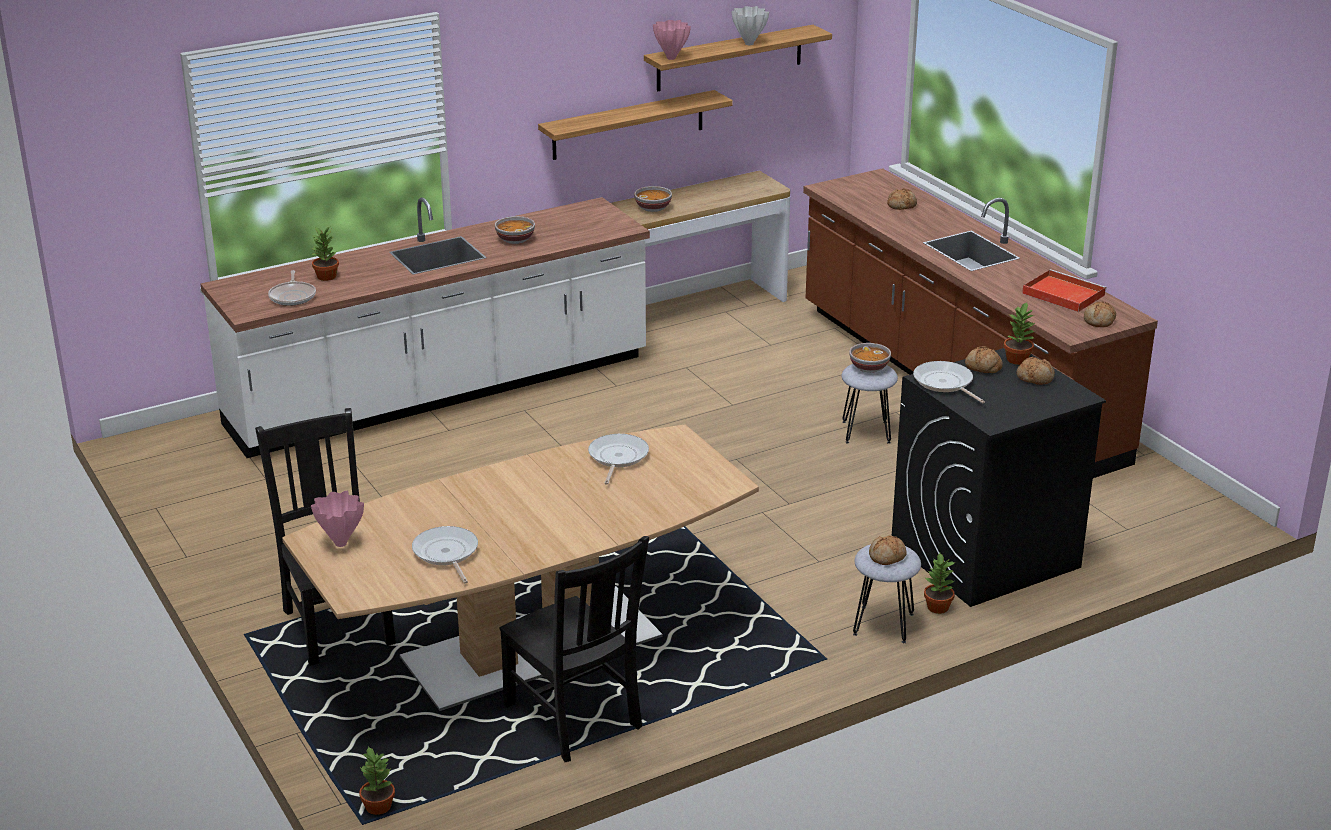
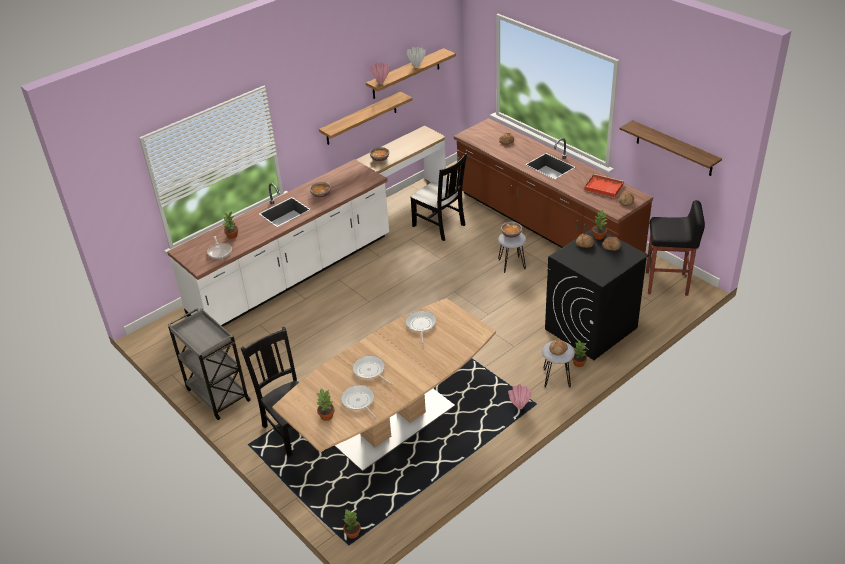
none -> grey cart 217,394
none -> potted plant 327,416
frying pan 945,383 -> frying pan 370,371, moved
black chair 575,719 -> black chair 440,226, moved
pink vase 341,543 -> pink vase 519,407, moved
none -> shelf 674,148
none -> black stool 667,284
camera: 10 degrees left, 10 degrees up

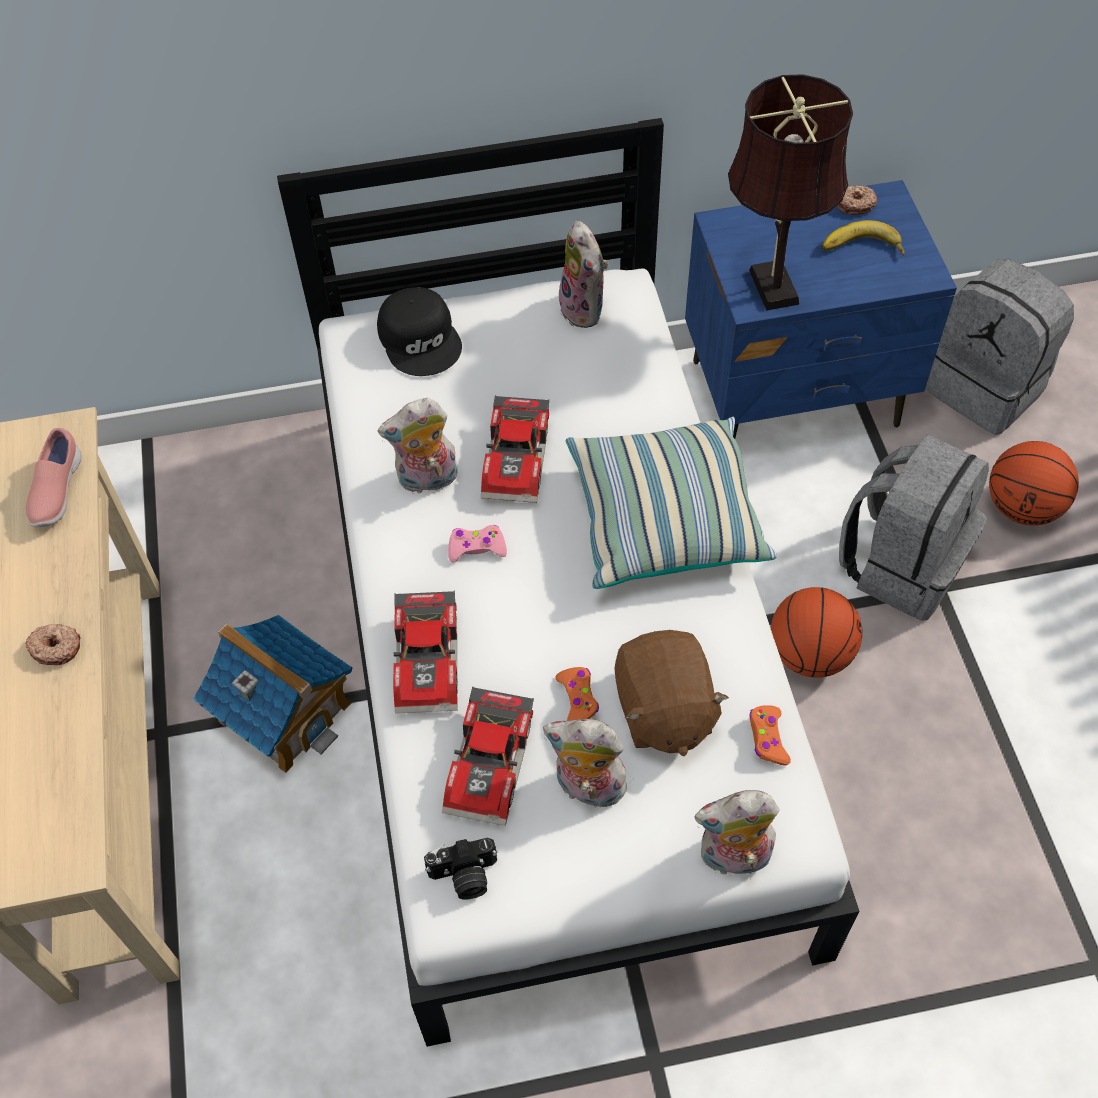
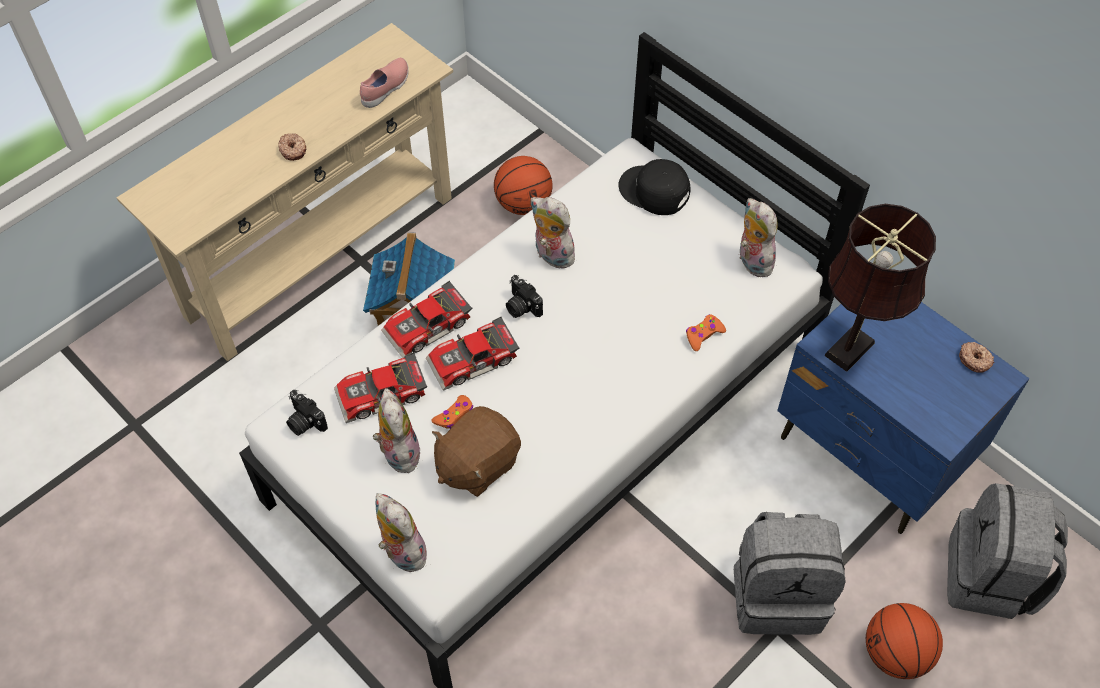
pink shoe 56,492 -> pink shoe 386,89, 150 degrees clockwise
toy car 519,459 -> toy car 474,362, moved
basketball 809,654 -> basketball 523,204, moved
pink game controller 476,548 -> photo camera 521,306
black cap 421,339 -> black cap 654,191, 90 degrees clockwise
orange game controller 767,738 -> orange game controller 703,335, moved
plush toy 585,309 -> plush toy 751,261, 120 degrees clockwise
pillow 664,518 -> none
banana 862,250 -> none
camera: 55 degrees right, 0 degrees up

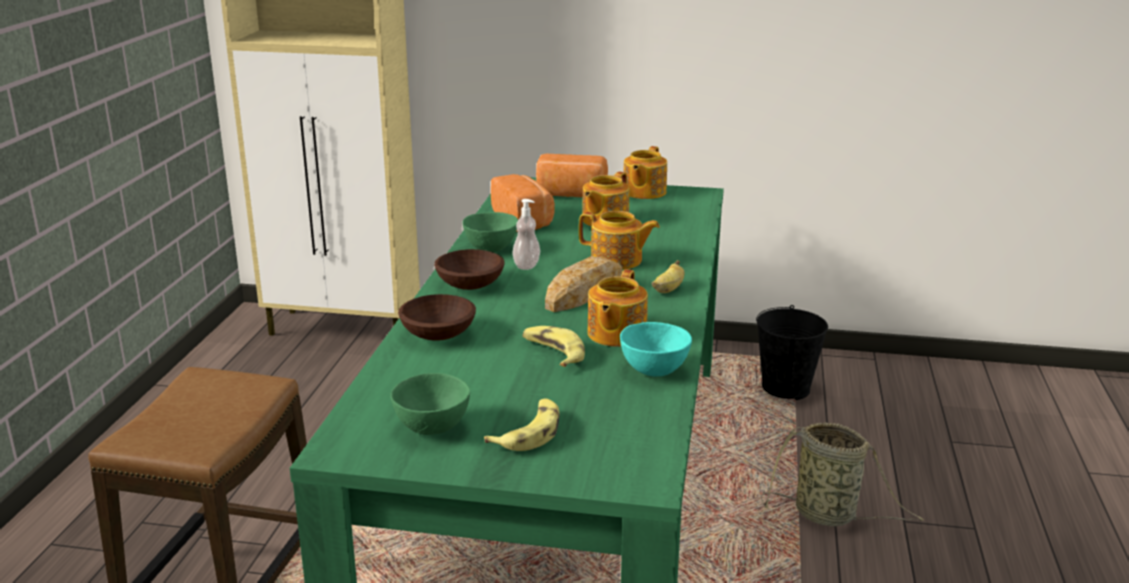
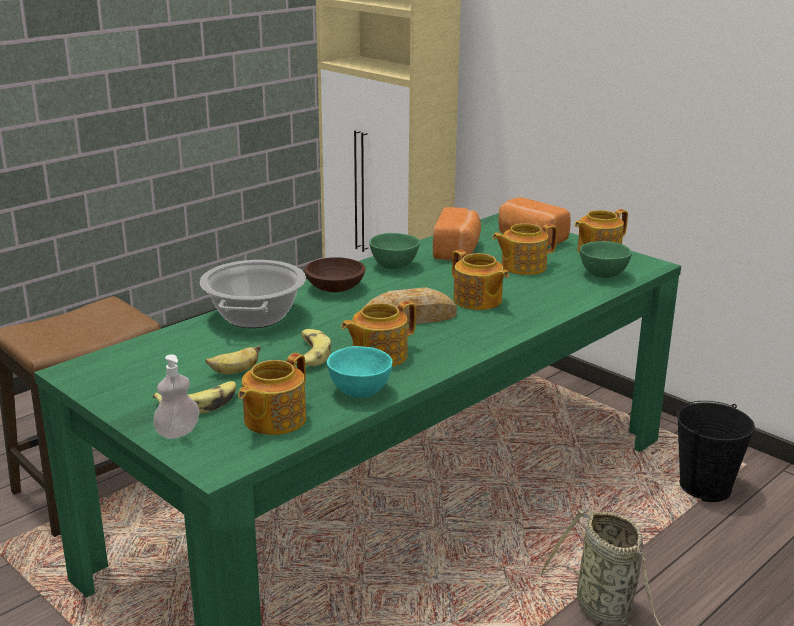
soap dispenser 526,265 -> soap dispenser 178,432, moved
brown bowl 437,334 -> cooking pot 254,316
banana 668,290 -> banana 234,372, moved
none -> teapot 273,420
green bowl 433,428 -> green bowl 603,275, moved
camera: 35 degrees right, 0 degrees up

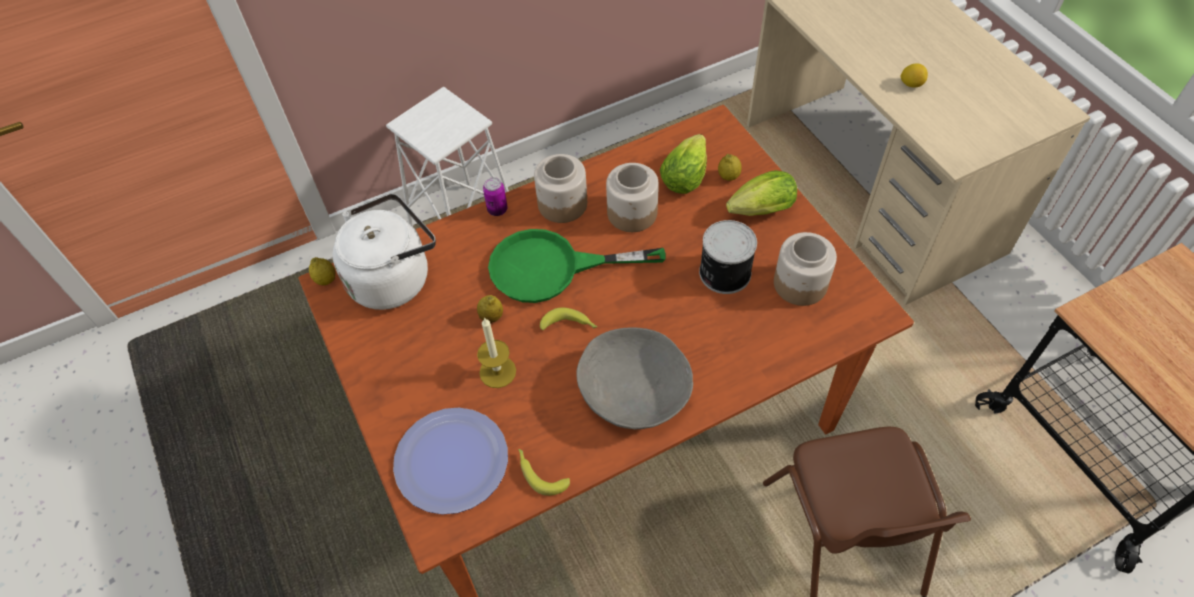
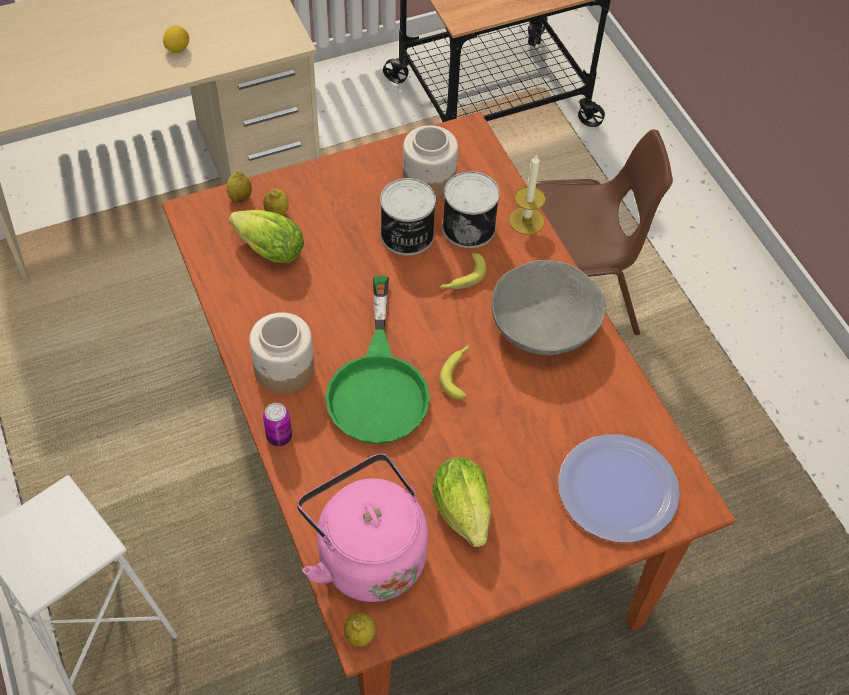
lemon 491,317 -> lemon 240,197, moved
white kettle 393,277 -> pink kettle 367,553
lettuce 758,211 -> lettuce 464,516, moved
banana 540,473 -> banana 462,278, moved
none -> can 469,226
candle 497,372 -> candle 526,221, moved
jar 632,213 -> none
camera: 90 degrees left, 0 degrees up

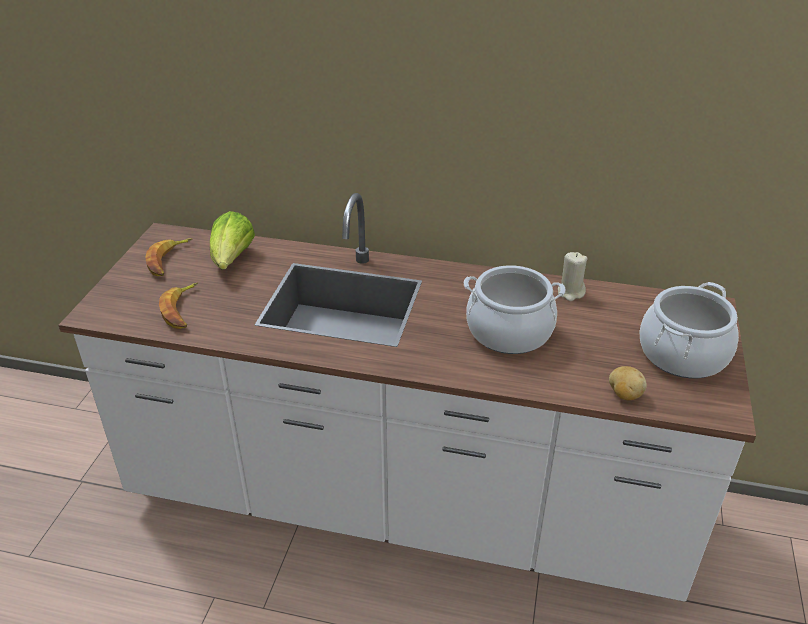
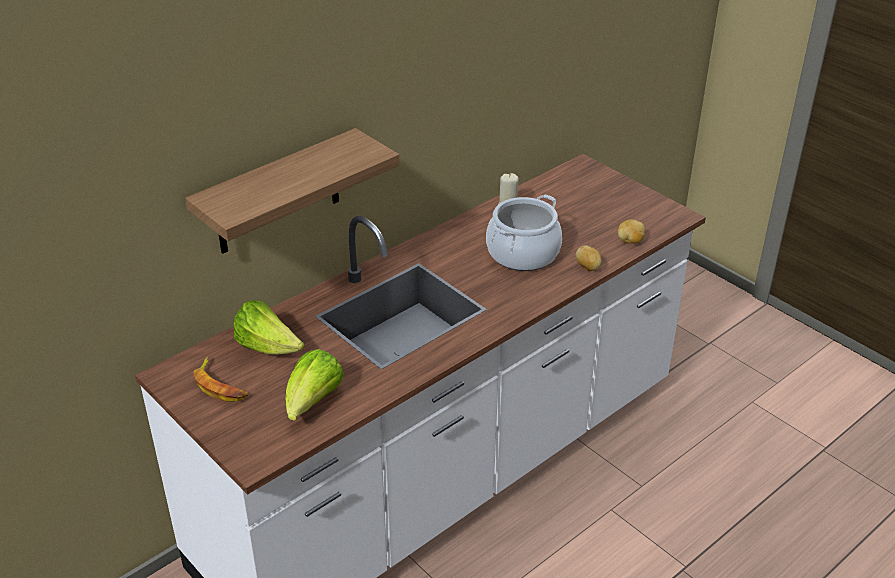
none -> shelf 277,193
banana 181,310 -> lettuce 313,402
none -> potato 588,267
cooking pot 682,354 -> none
camera: 55 degrees left, 0 degrees up

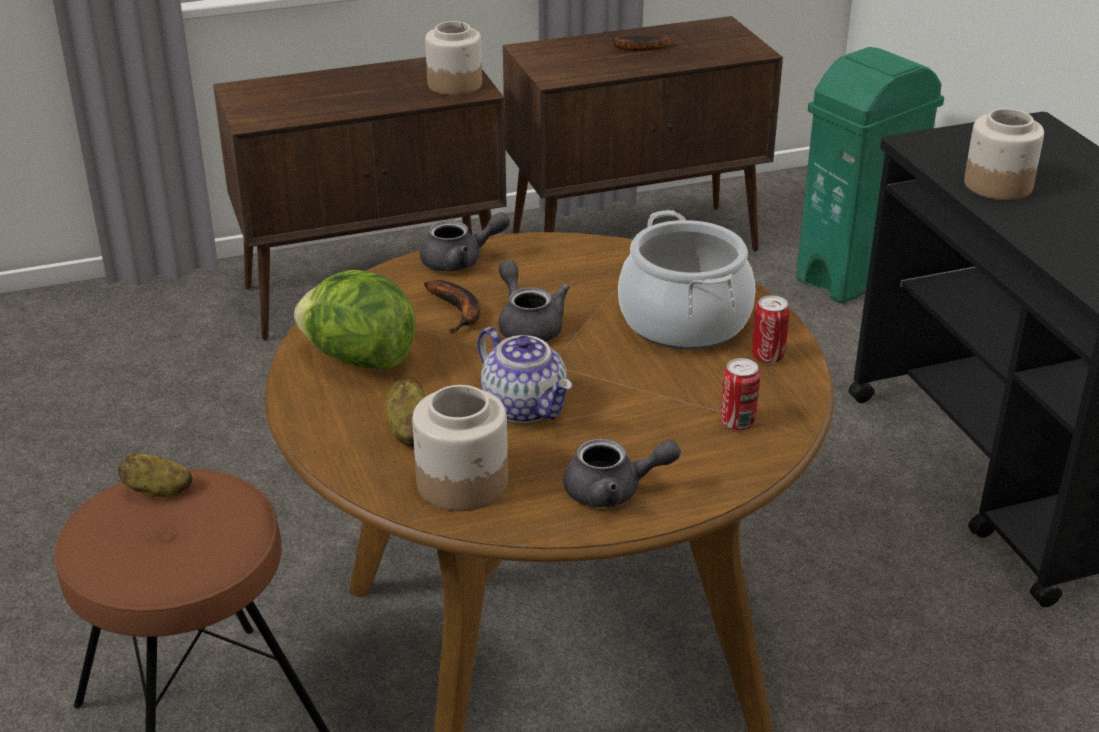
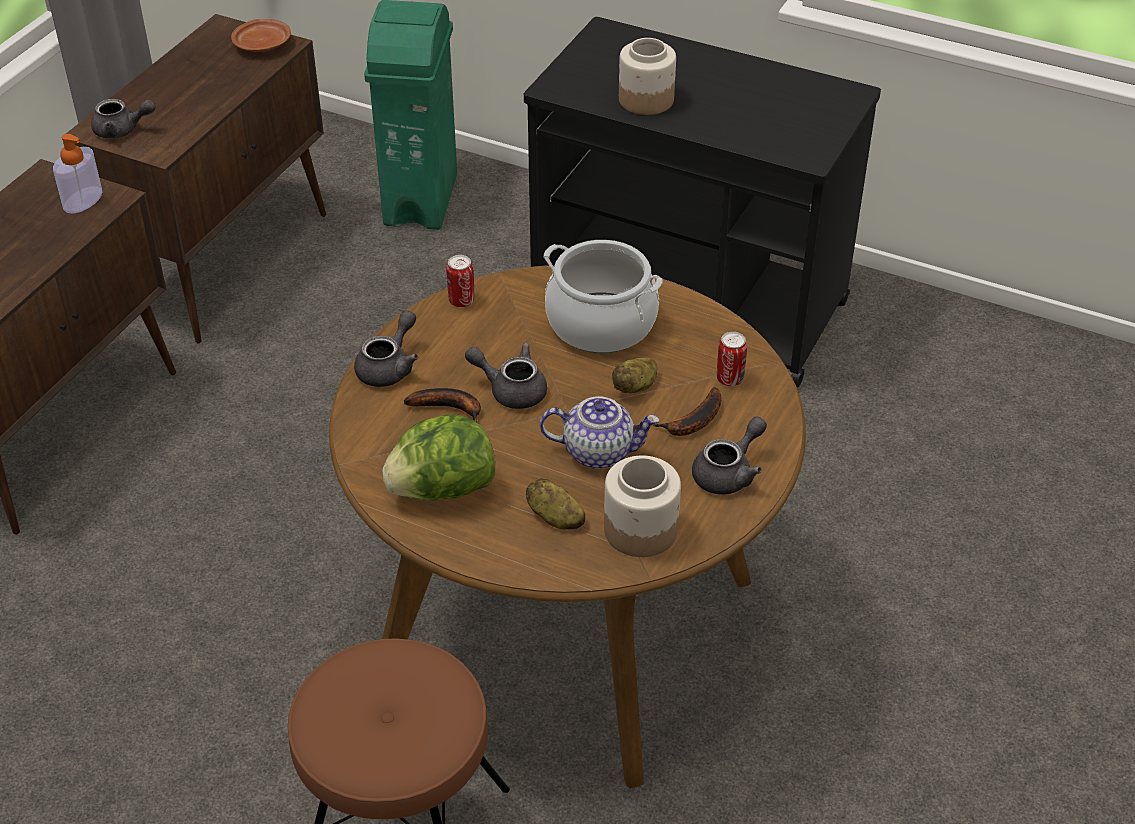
jar 455,84 -> soap dispenser 83,200
none -> grey teapot 122,130
none -> brown plate 263,45
can 767,357 -> can 461,301, moved
potato 157,491 -> potato 636,387, moved
banana 636,48 -> banana 692,422, moved
camera: 45 degrees left, 10 degrees up

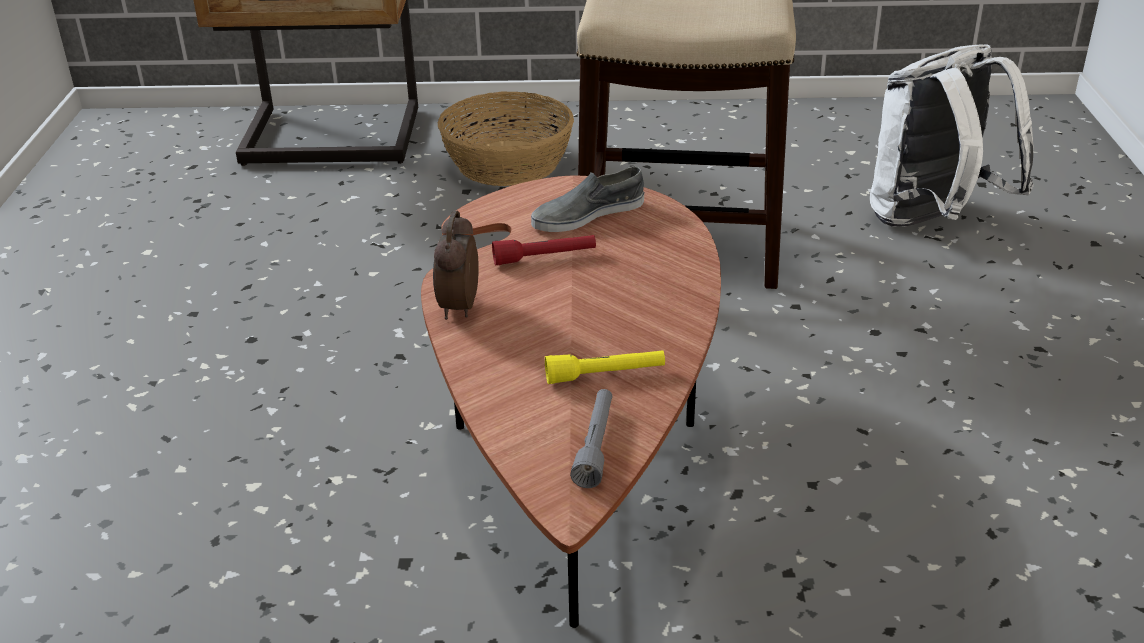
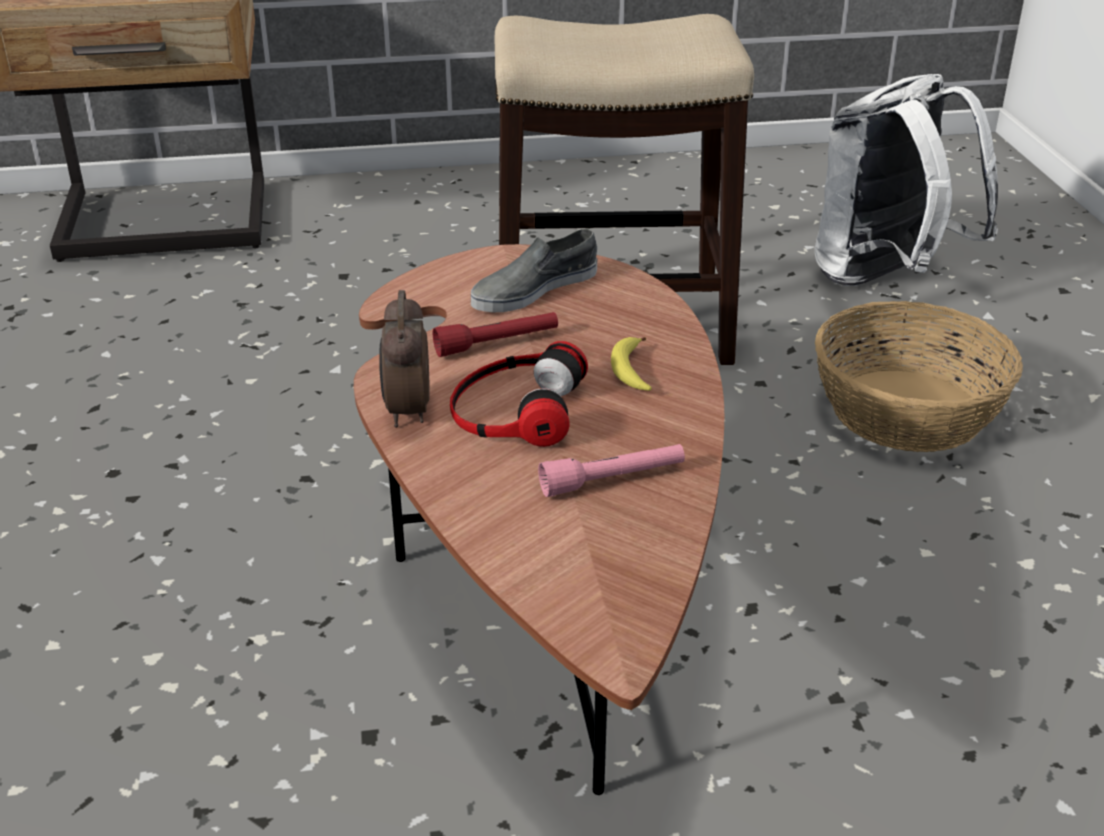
none -> headphones 515,409
yellow flashlight 605,375 -> pink flashlight 612,480
none -> banana 631,371
basket 508,163 -> basket 906,410, moved
grey flashlight 595,445 -> none
camera: 10 degrees left, 0 degrees up

